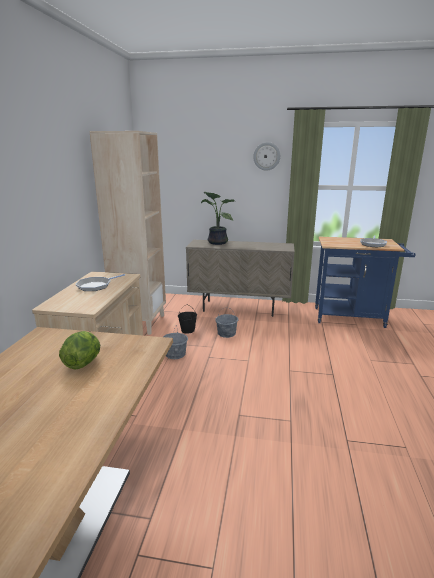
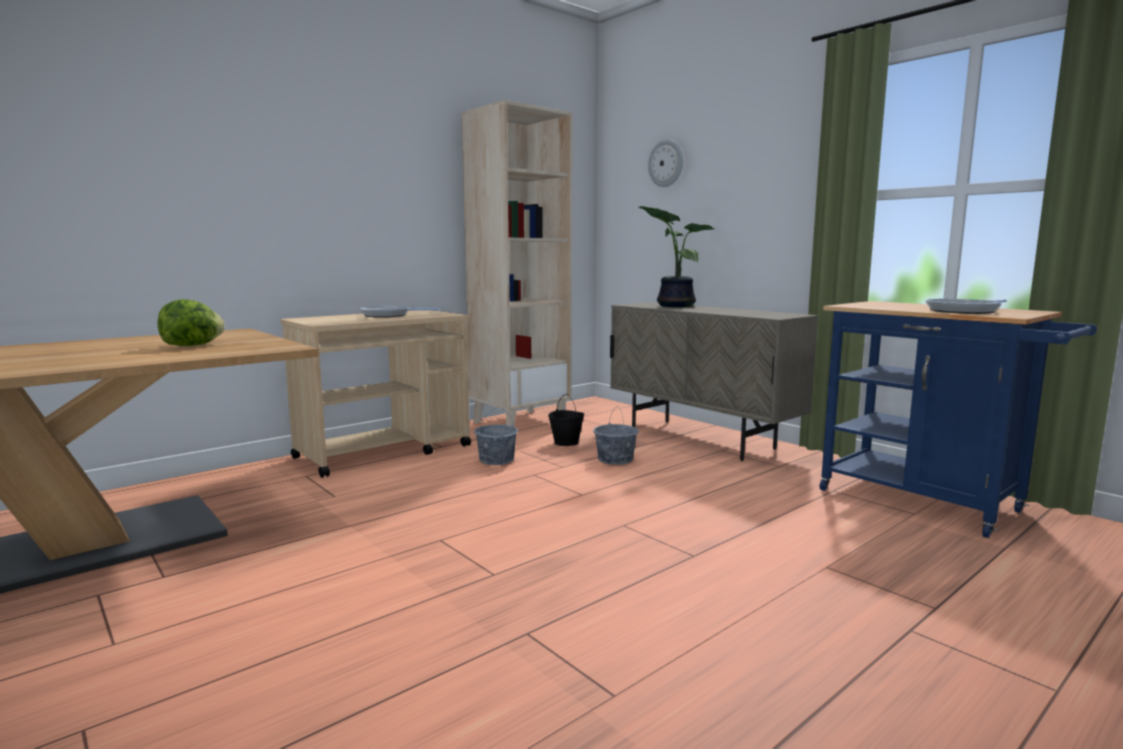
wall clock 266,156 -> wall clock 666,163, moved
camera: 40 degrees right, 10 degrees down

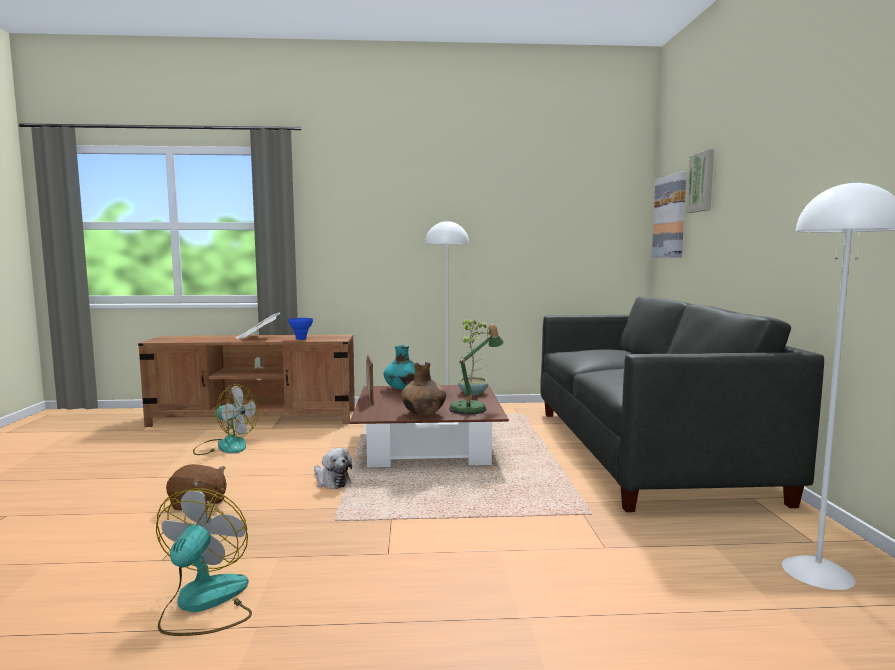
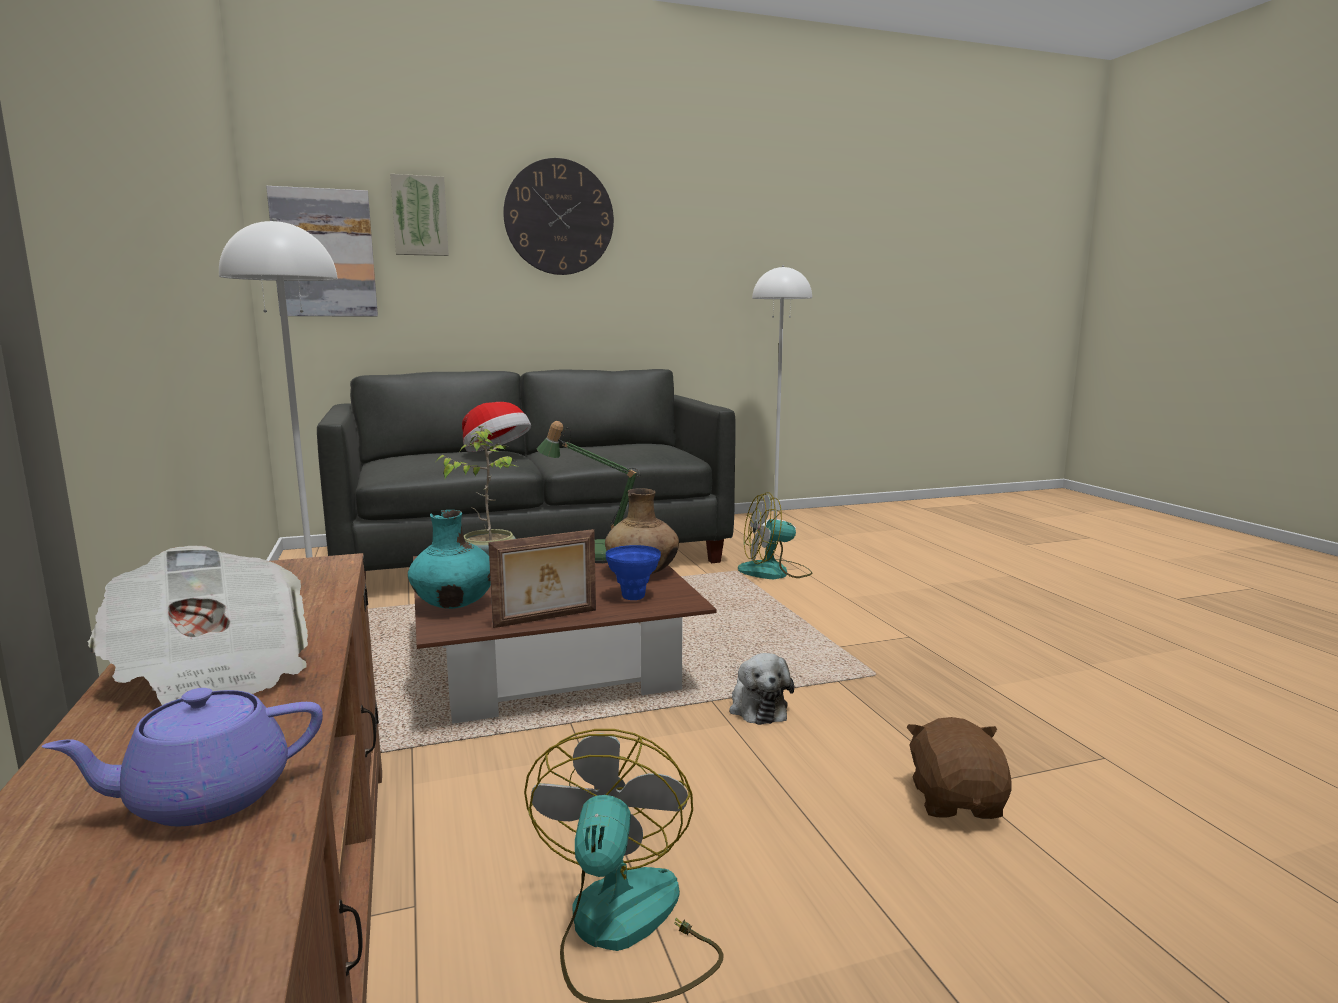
none -> purple teapot 205,797
none -> hat 496,453
none -> wall clock 559,217
blue vase 301,339 -> blue vase 633,597, moved
plush toy 331,481 -> plush toy 757,707, 135 degrees clockwise
fan 204,604 -> fan 775,572, moved
camera: 105 degrees left, 5 degrees up

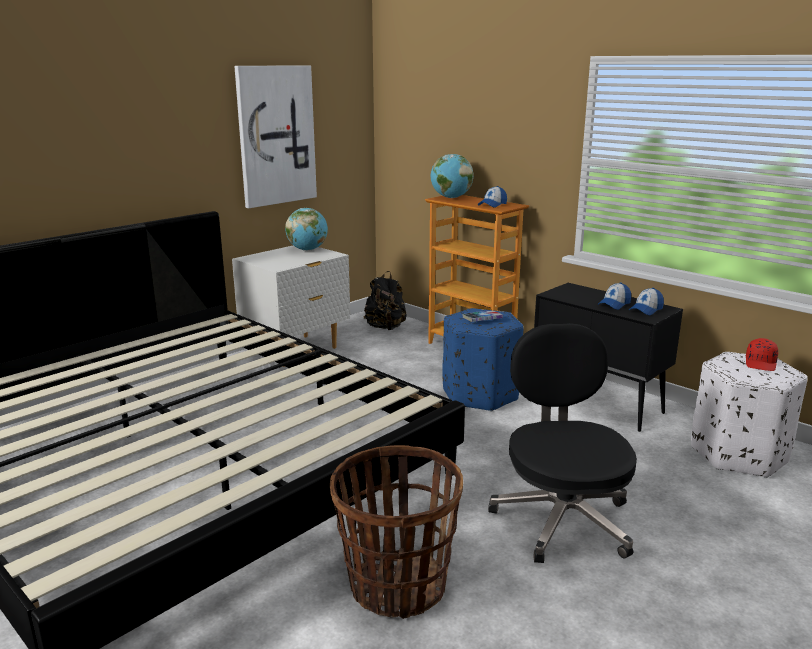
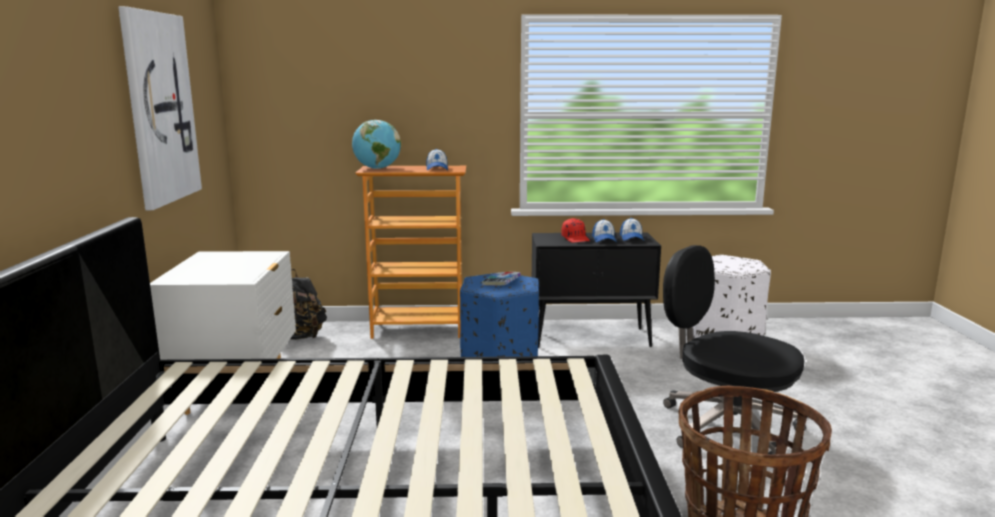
red cap 761,363 -> red cap 576,239, moved
globe 307,250 -> none
camera: 45 degrees left, 5 degrees down

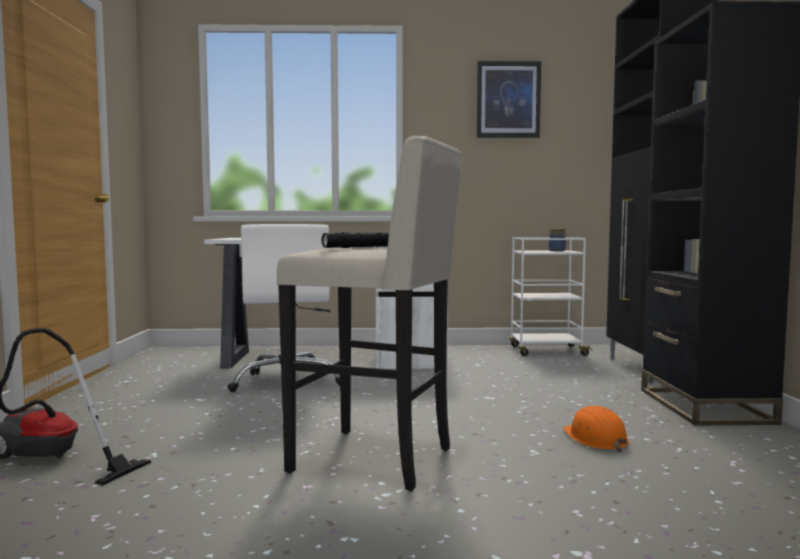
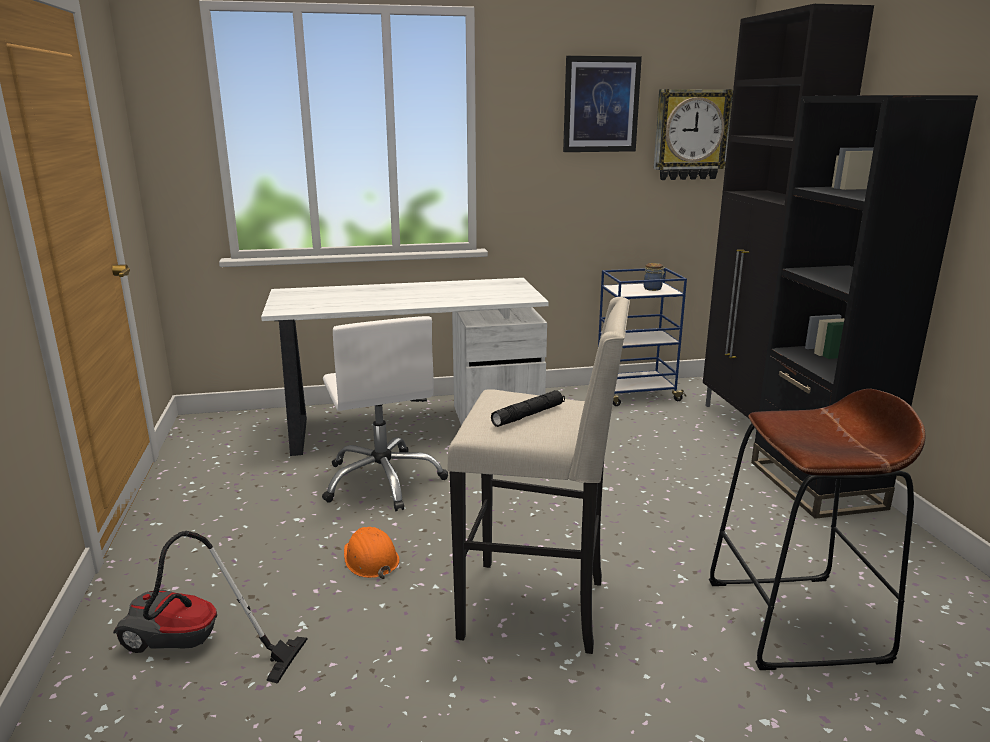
orange hard hat 595,438 -> orange hard hat 370,559, moved
white cart 546,351 -> blue cart 635,394
none -> wall clock 690,135
none -> brown stool 796,621
camera: 10 degrees left, 15 degrees up

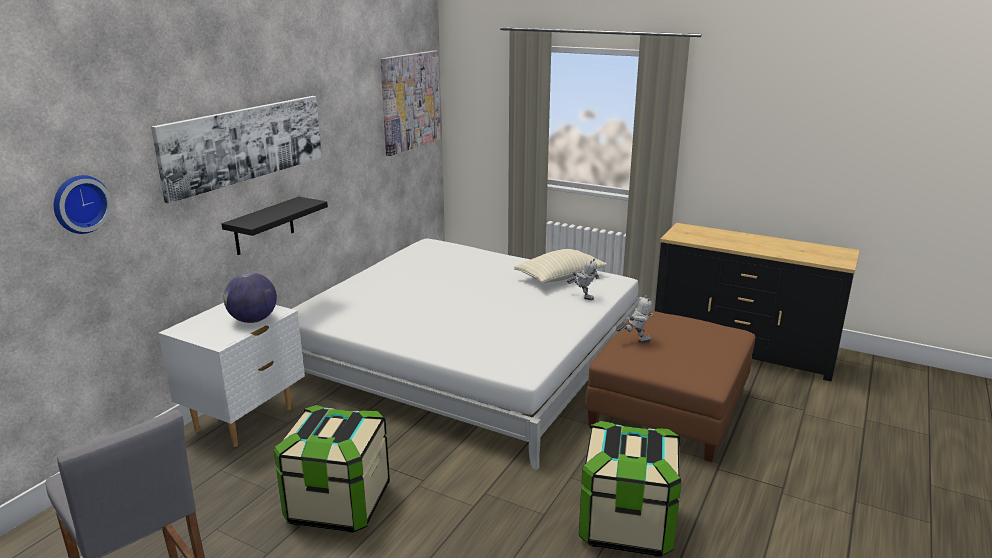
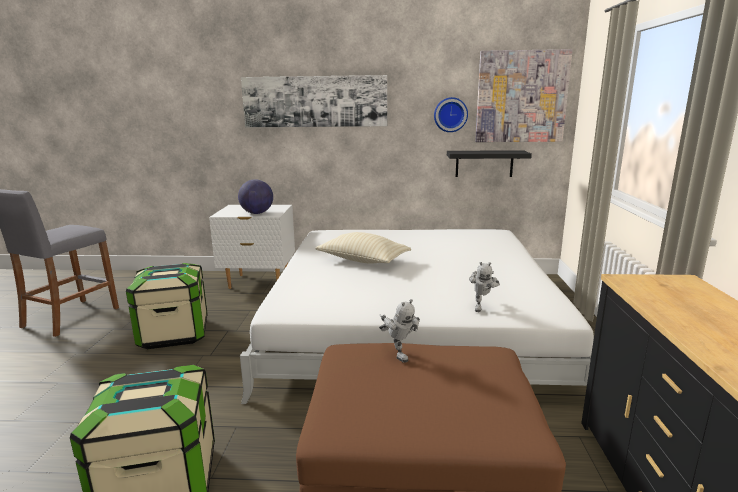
beige pillow 560,277 -> beige pillow 362,260, moved
wall clock 79,203 -> wall clock 450,114, moved
black shelf 264,226 -> black shelf 484,163, moved
camera: 65 degrees right, 5 degrees down

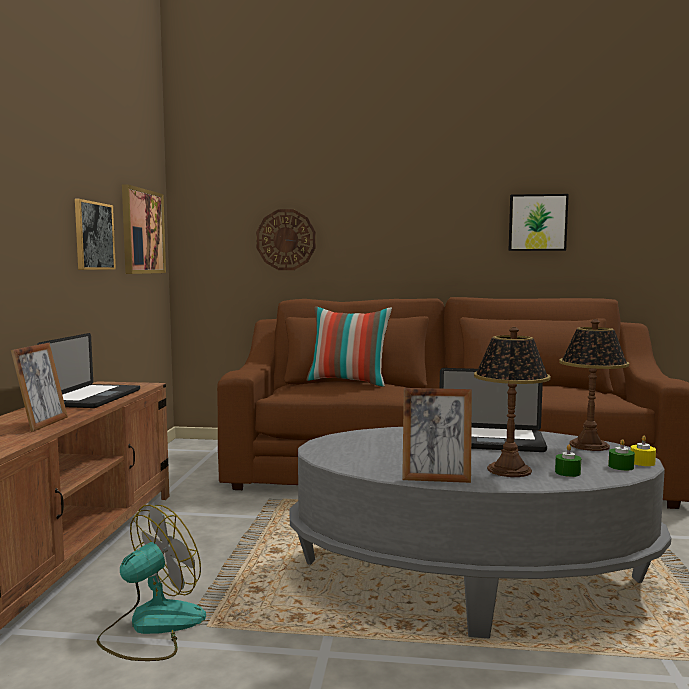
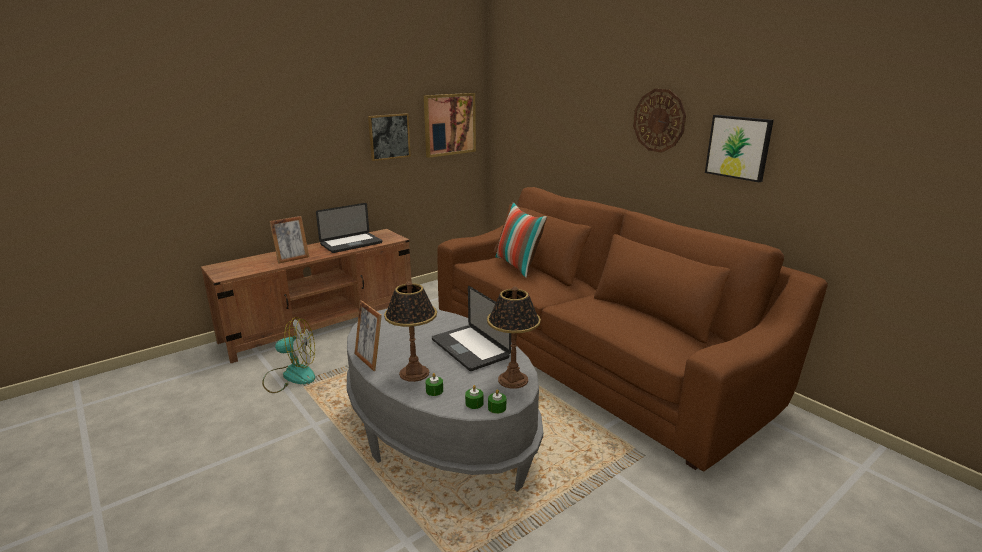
yellow candle 642,462 -> green candle 497,408
wall clock 286,240 -> wall clock 659,120, moved
camera: 45 degrees right, 15 degrees up

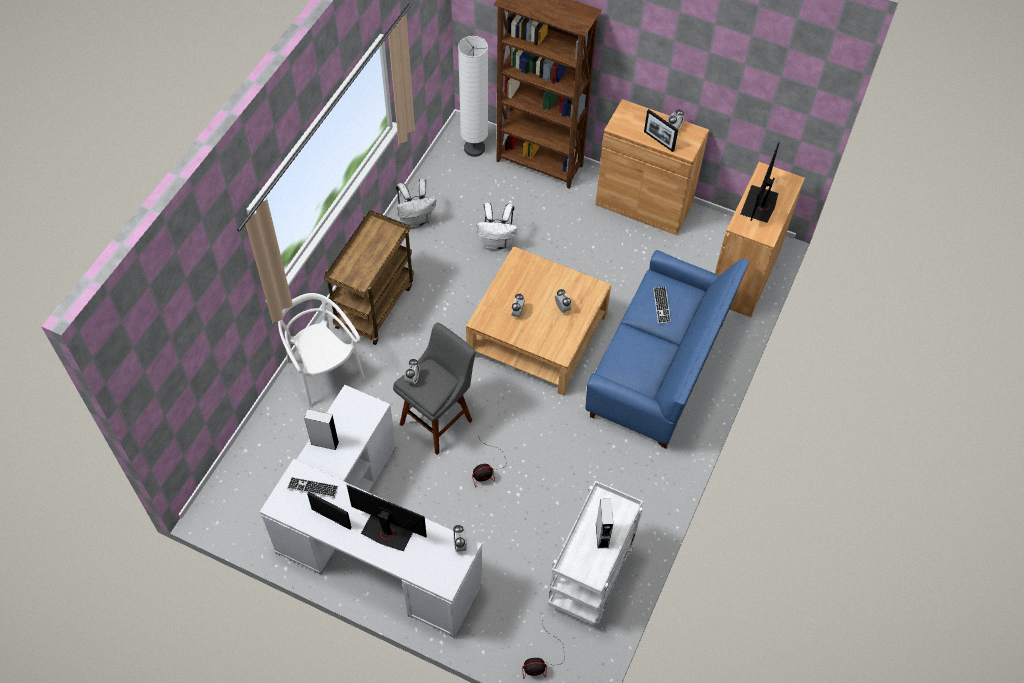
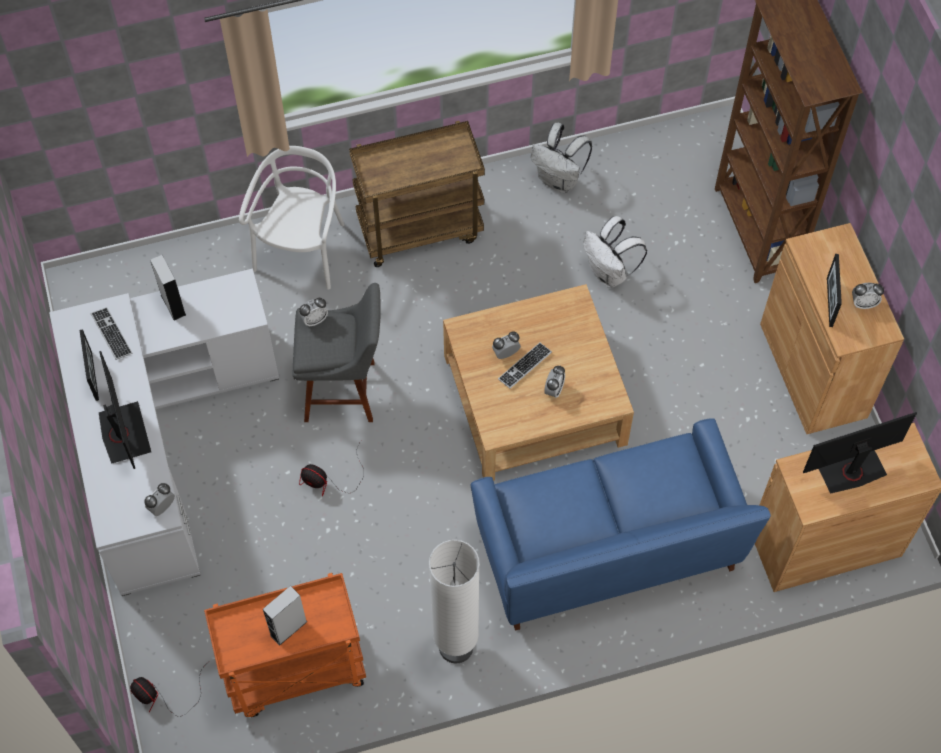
white cart 591,578 -> orange cart 294,672
white floor lamp 474,148 -> white floor lamp 456,647, moved
keyboard 661,305 -> keyboard 525,366, moved
camera: 50 degrees right, 5 degrees up

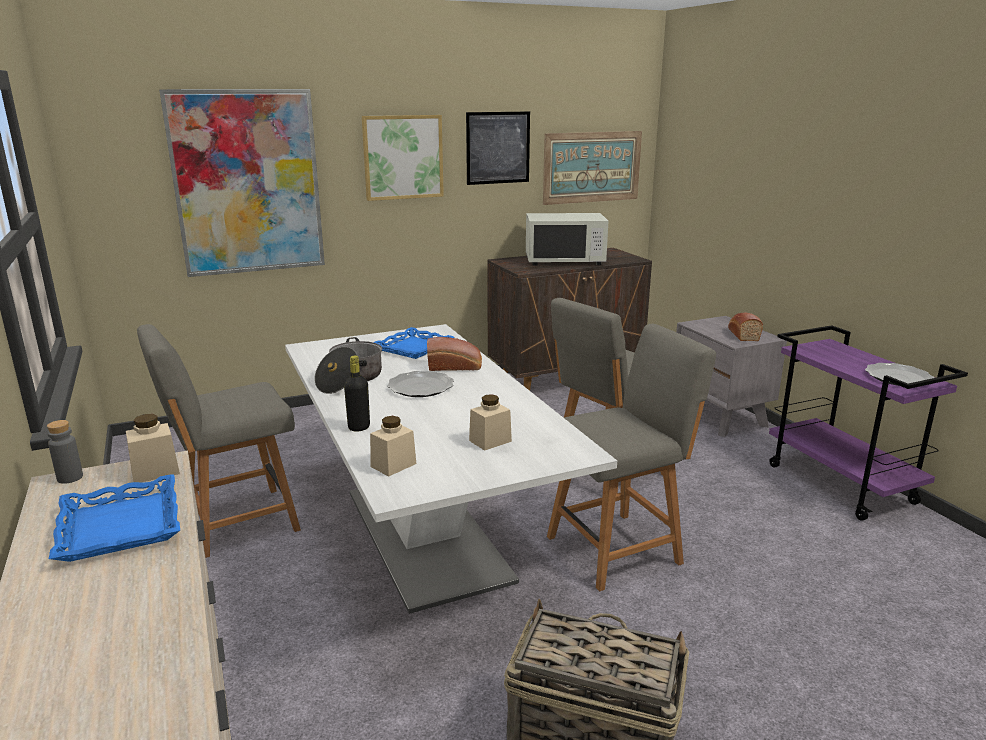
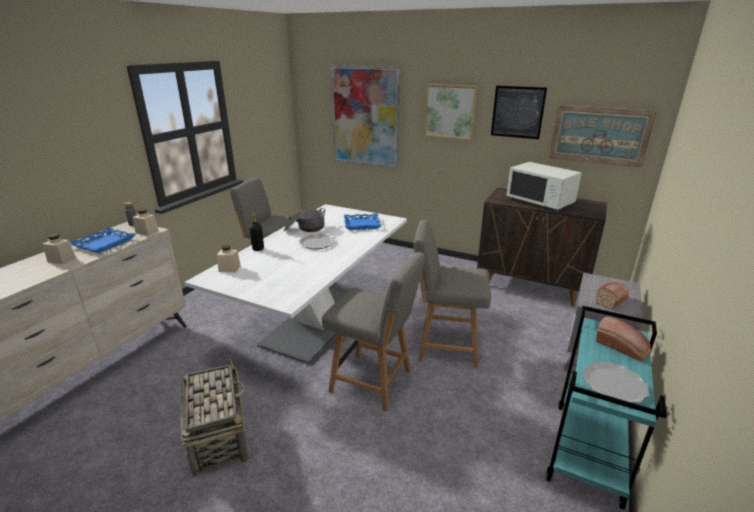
beige jar 490,441 -> beige jar 61,259, moved
purple cart 842,484 -> turquoise cart 588,453
bread 455,366 -> bread 623,348, moved
camera: 50 degrees right, 5 degrees up

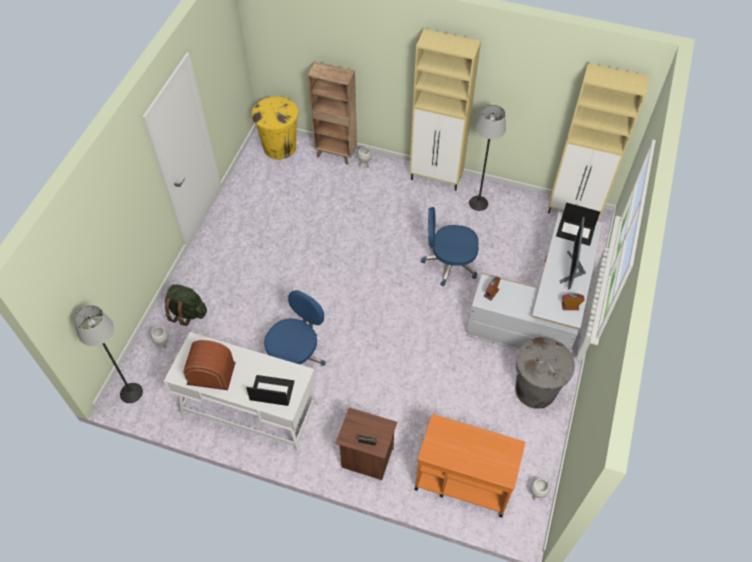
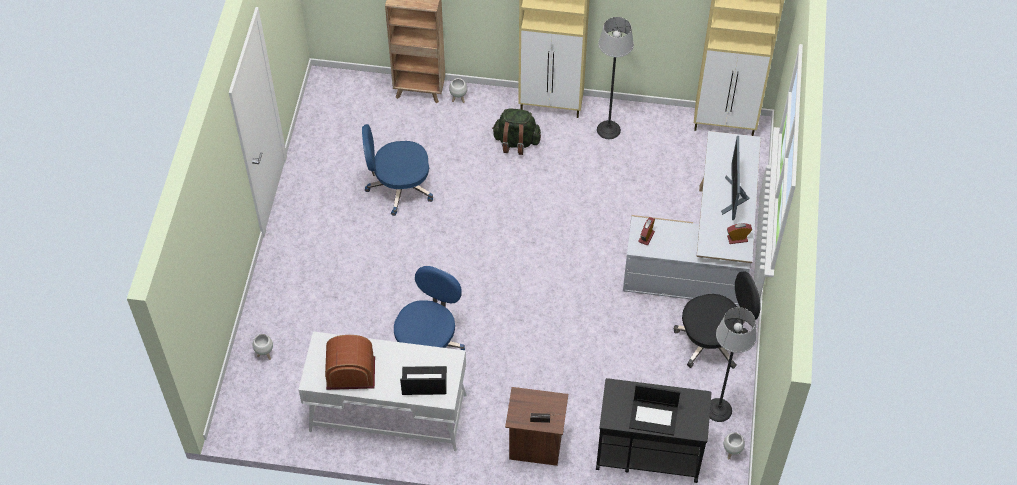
blue office chair 449,263 -> blue office chair 399,187, moved
green backpack 187,312 -> green backpack 516,142, moved
orange cart 463,481 -> black cart 648,452
laptop 576,231 -> laptop 654,417, moved
grey trash can 535,390 -> black office chair 712,341
floor lamp 131,392 -> floor lamp 718,409, moved
yellow trash can 280,147 -> none
camera: 10 degrees left, 0 degrees up

